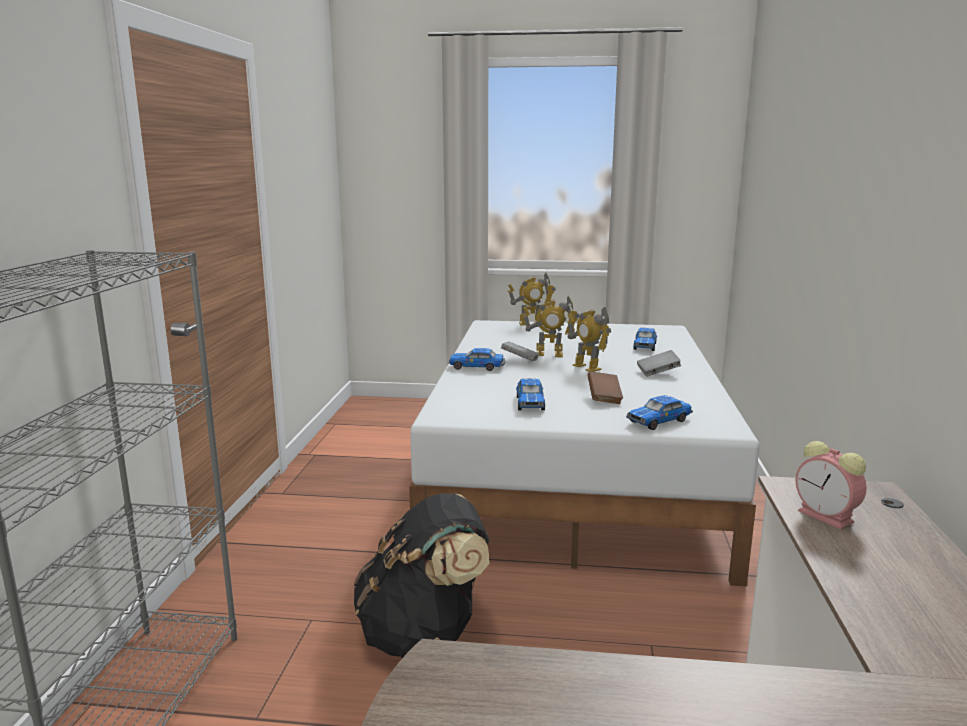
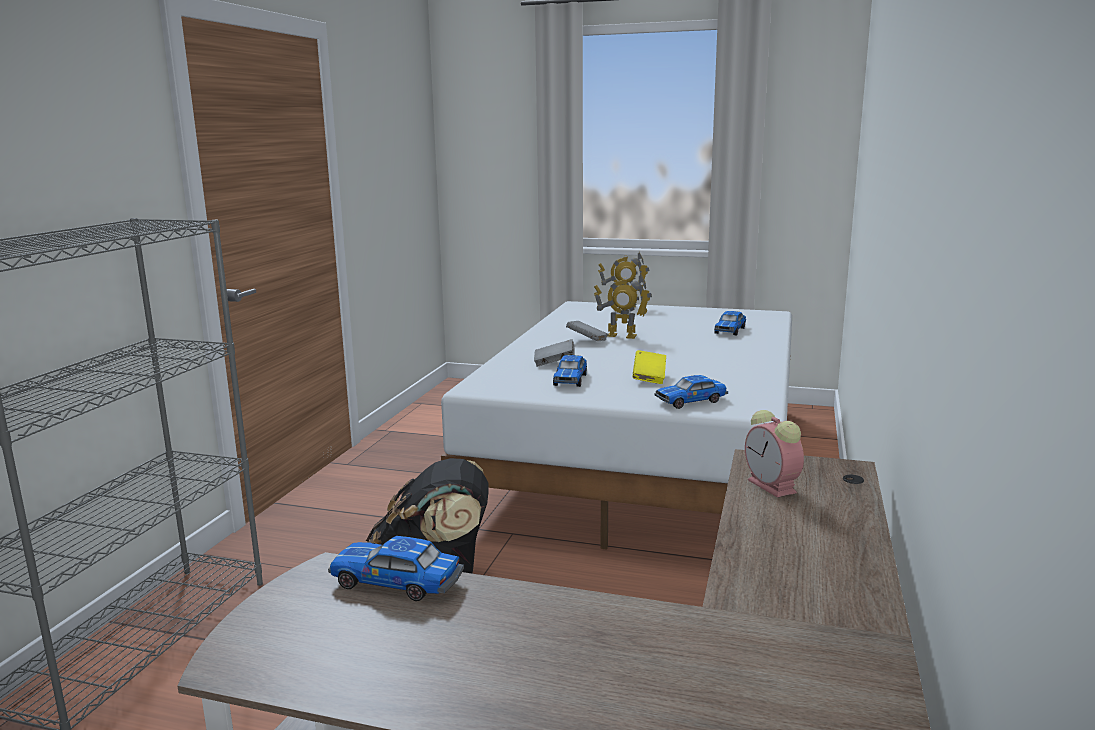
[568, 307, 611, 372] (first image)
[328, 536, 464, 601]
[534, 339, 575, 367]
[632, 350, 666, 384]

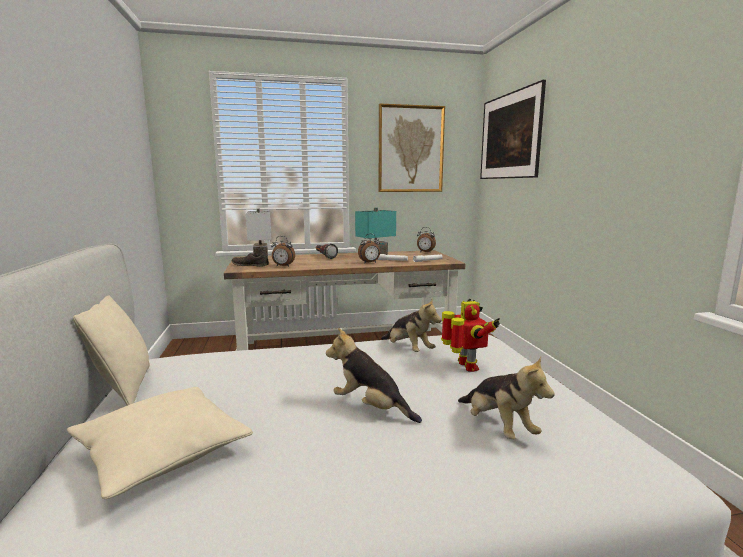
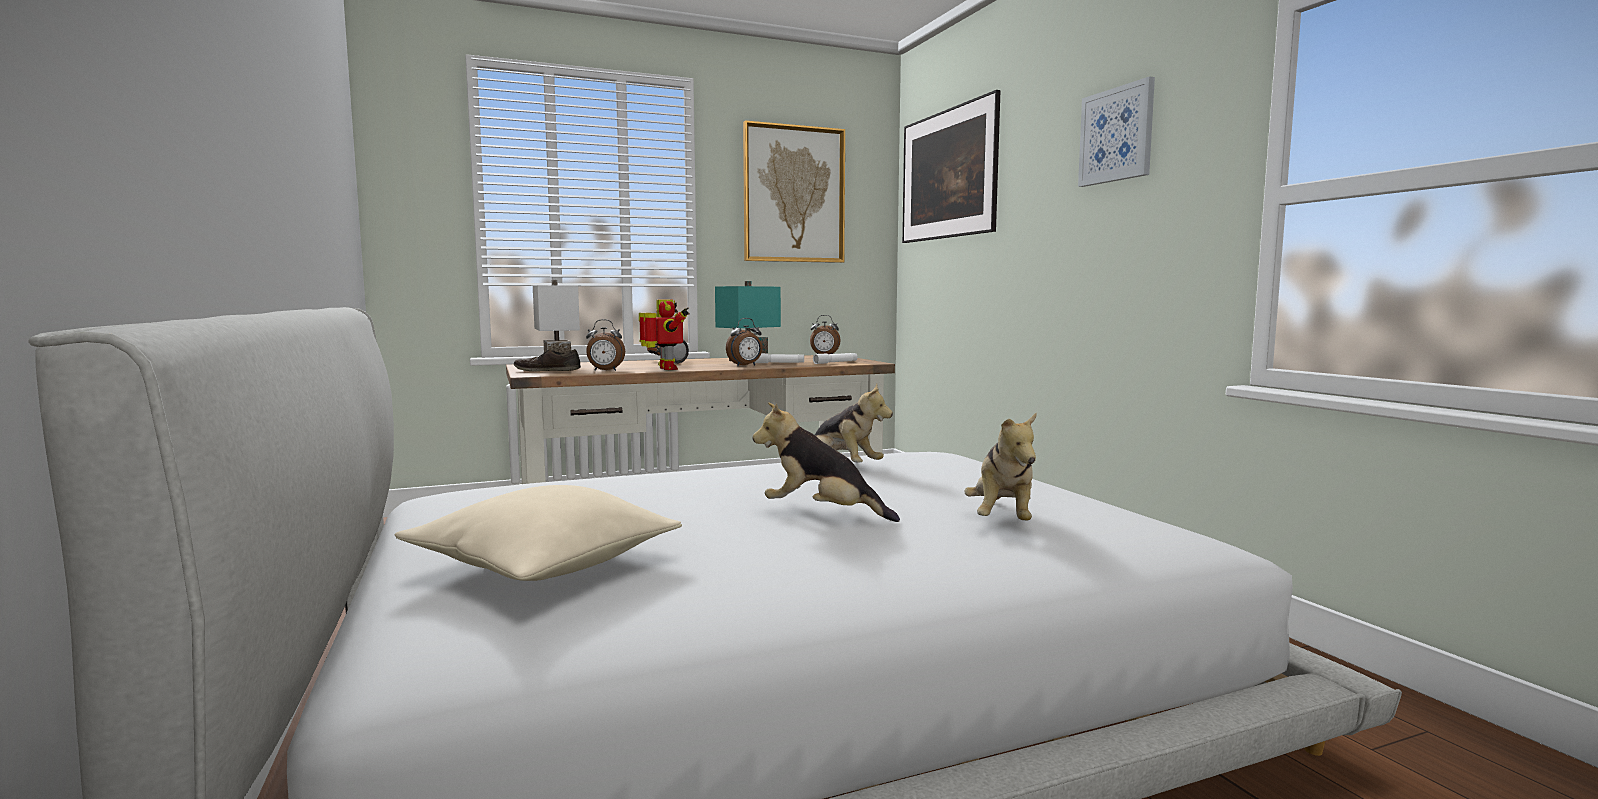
[73, 295, 150, 406] (first image)
[1078, 76, 1155, 187]
[639, 300, 689, 370]
[964, 412, 1037, 521]

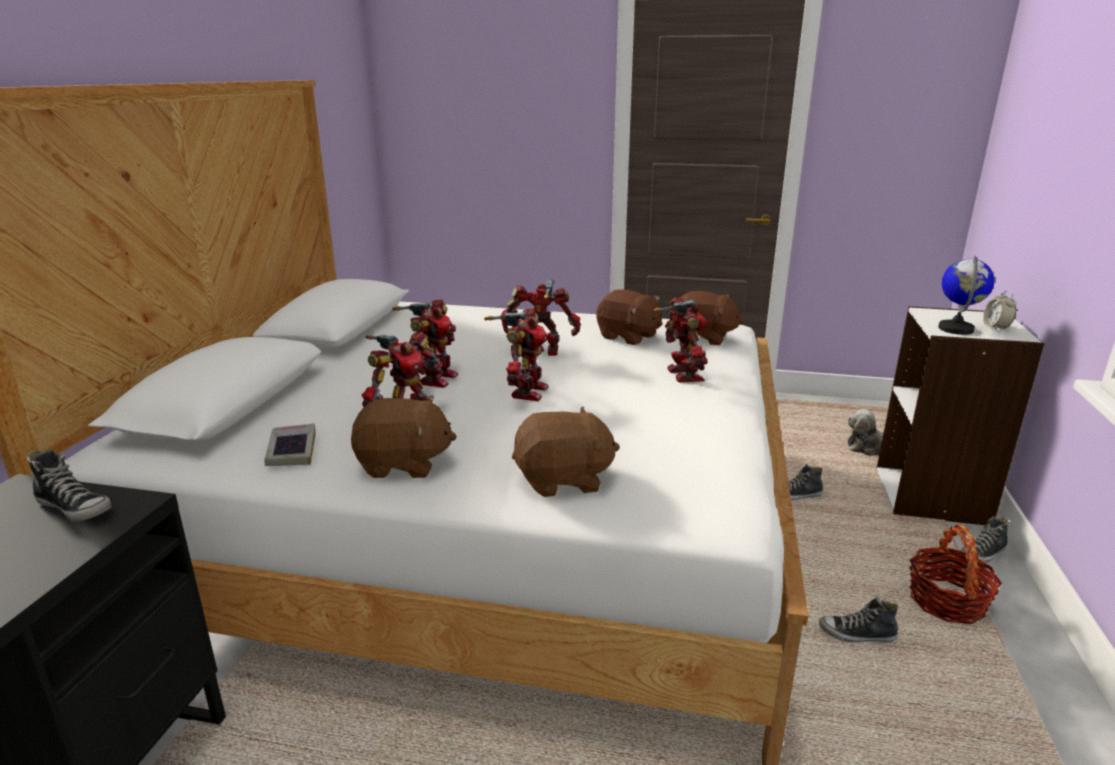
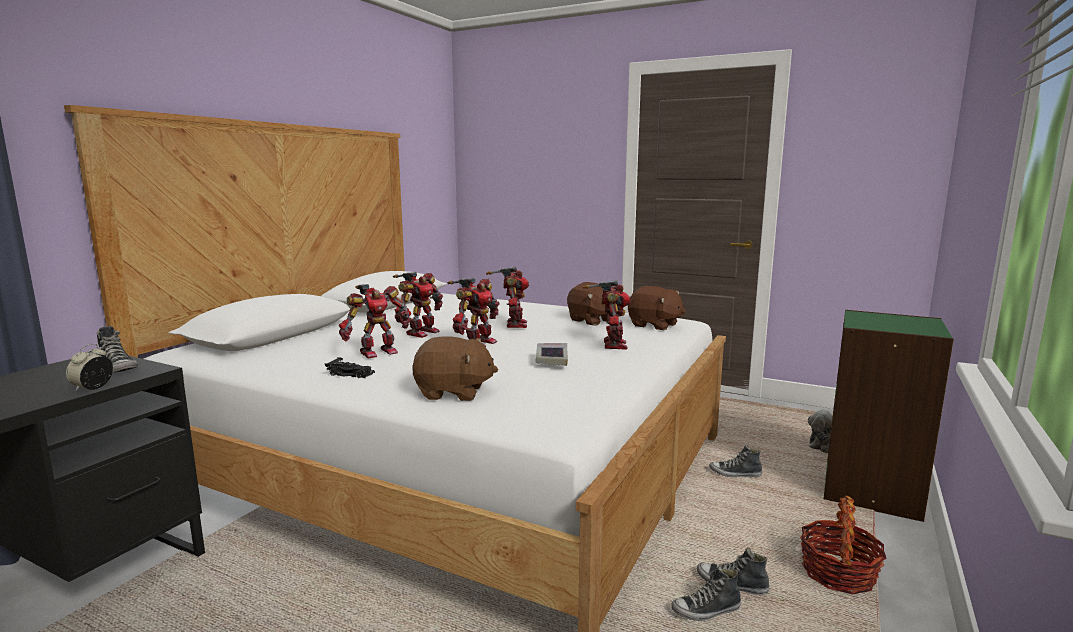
[938, 256, 994, 335] (first image)
[535, 343, 568, 366]
[671, 567, 741, 621]
[66, 344, 113, 391]
[324, 357, 375, 378]
[824, 310, 954, 522]
[486, 266, 529, 328]

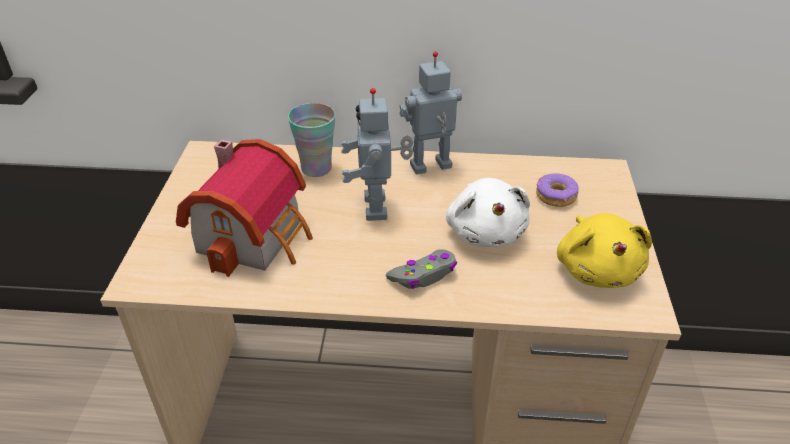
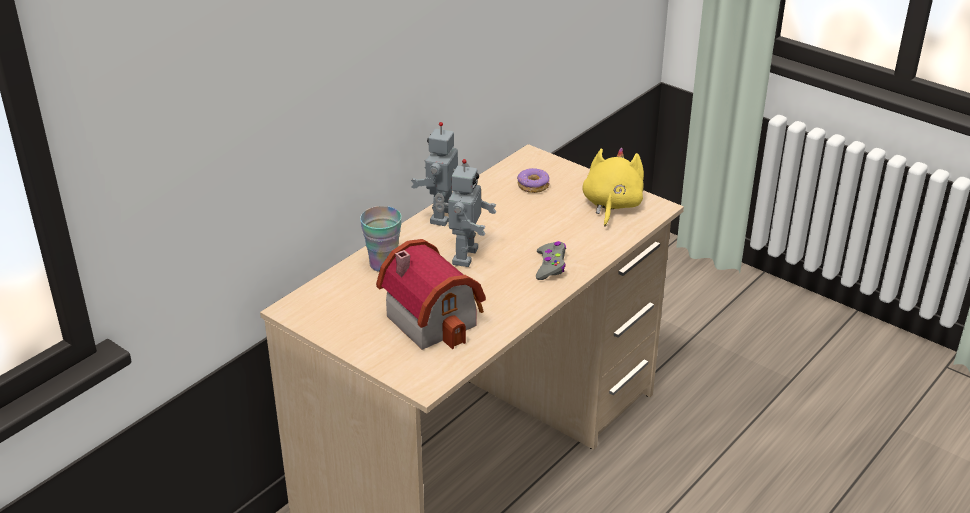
[446, 178, 530, 247] (first image)
[435, 159, 496, 267]
[582, 148, 644, 227]

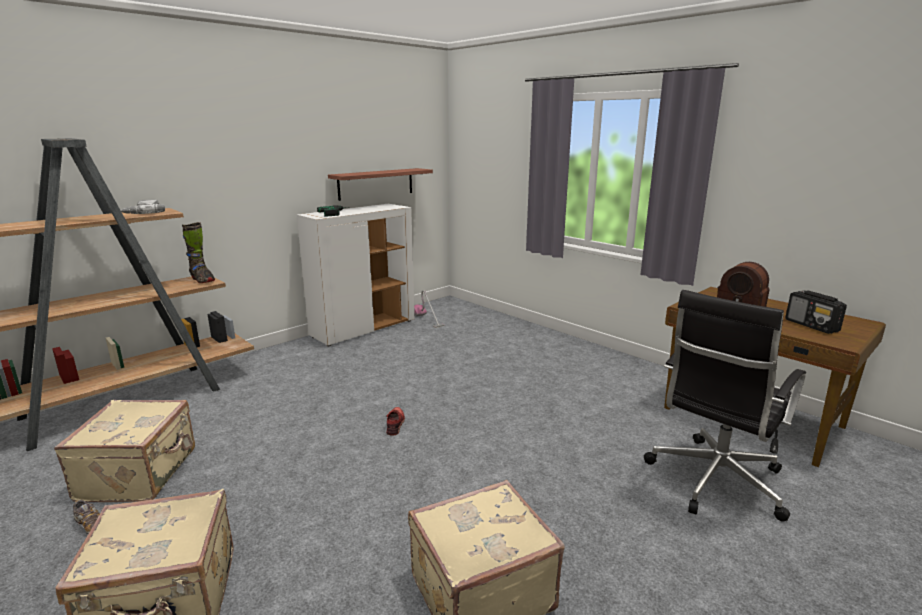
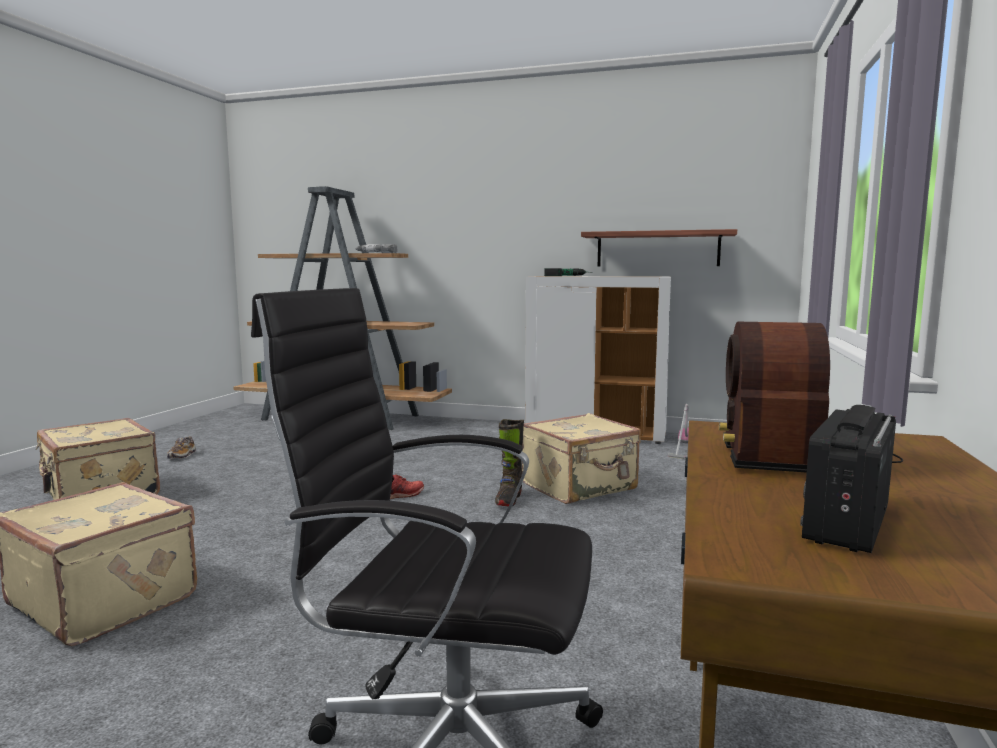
[522, 413, 641, 504]
[495, 419, 524, 506]

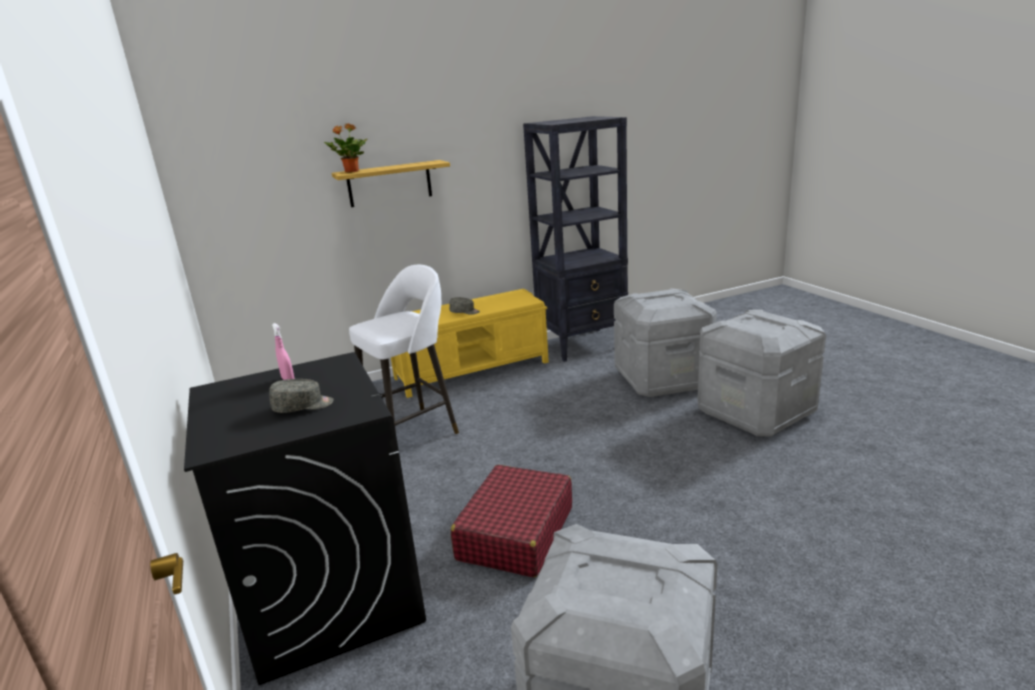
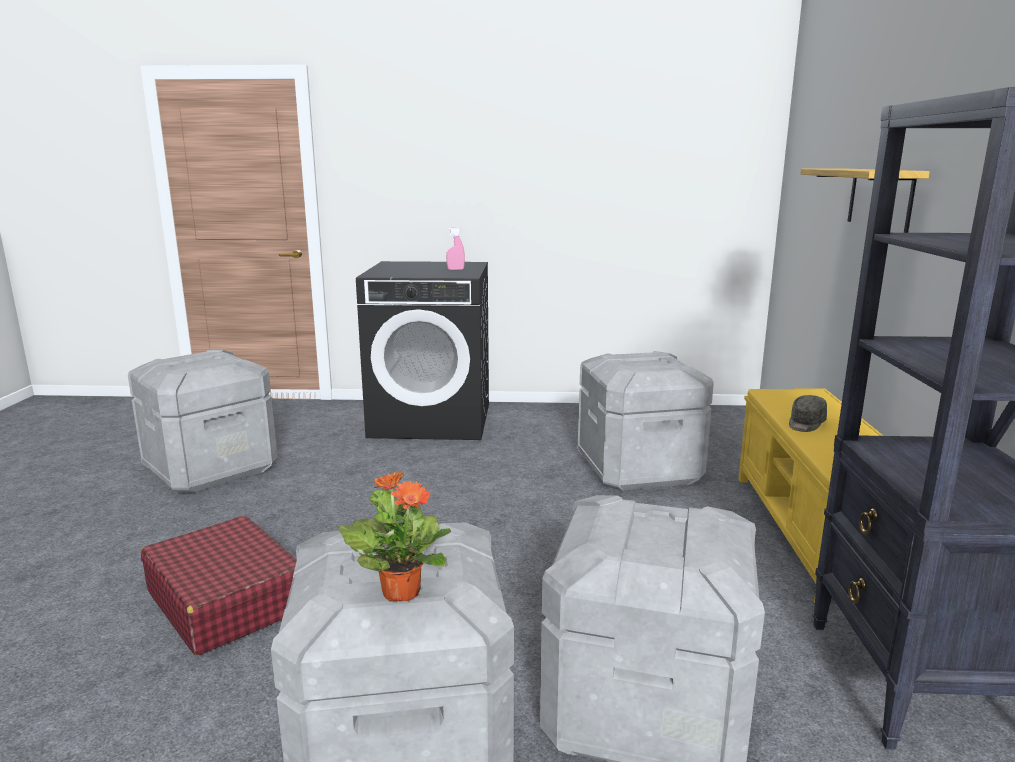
[269, 379, 334, 413] (first image)
[339, 471, 451, 602]
[141, 516, 297, 656]
[578, 351, 714, 491]

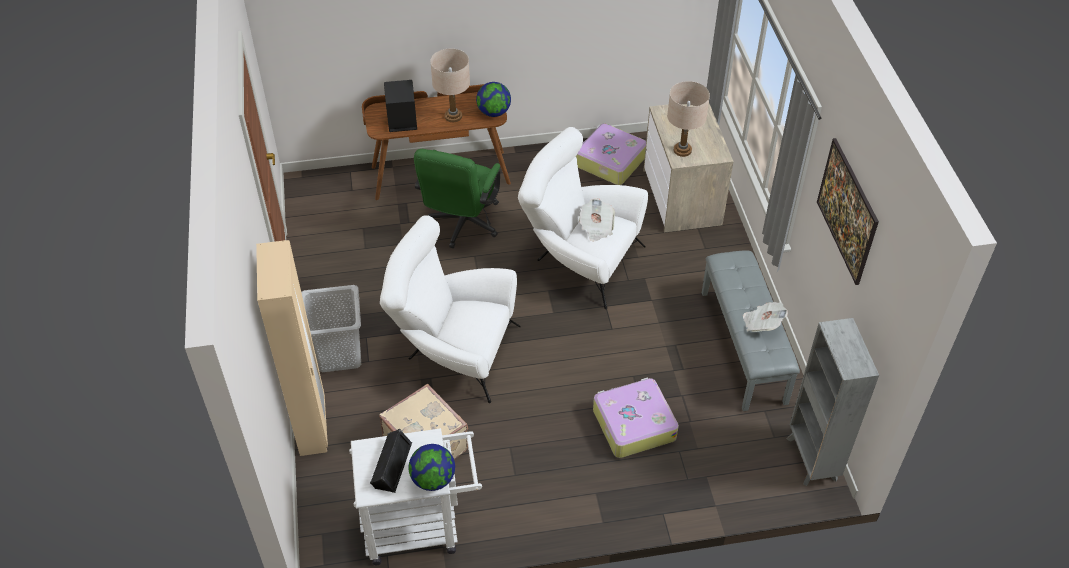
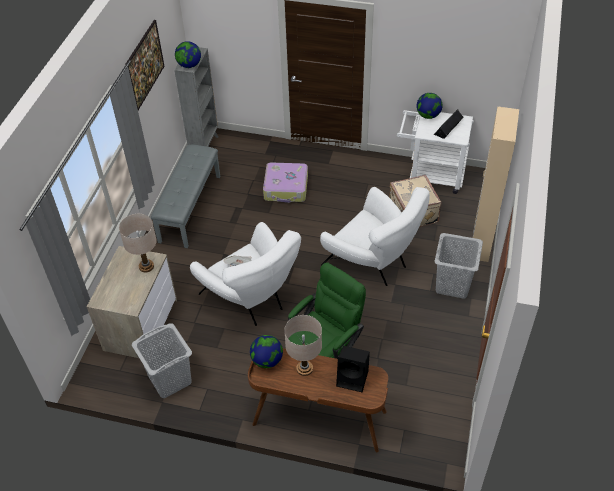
[743, 302, 788, 332] (first image)
[175, 41, 201, 68]
[132, 323, 192, 398]

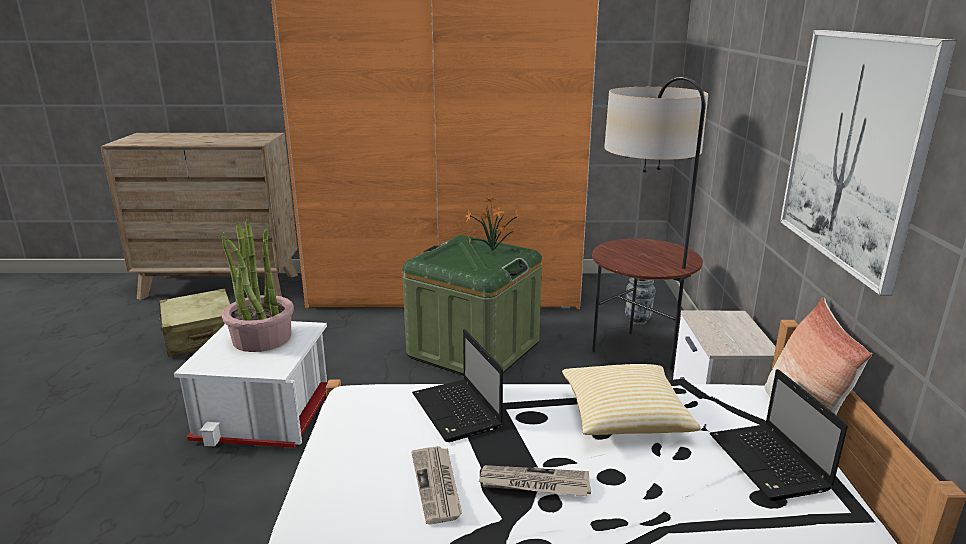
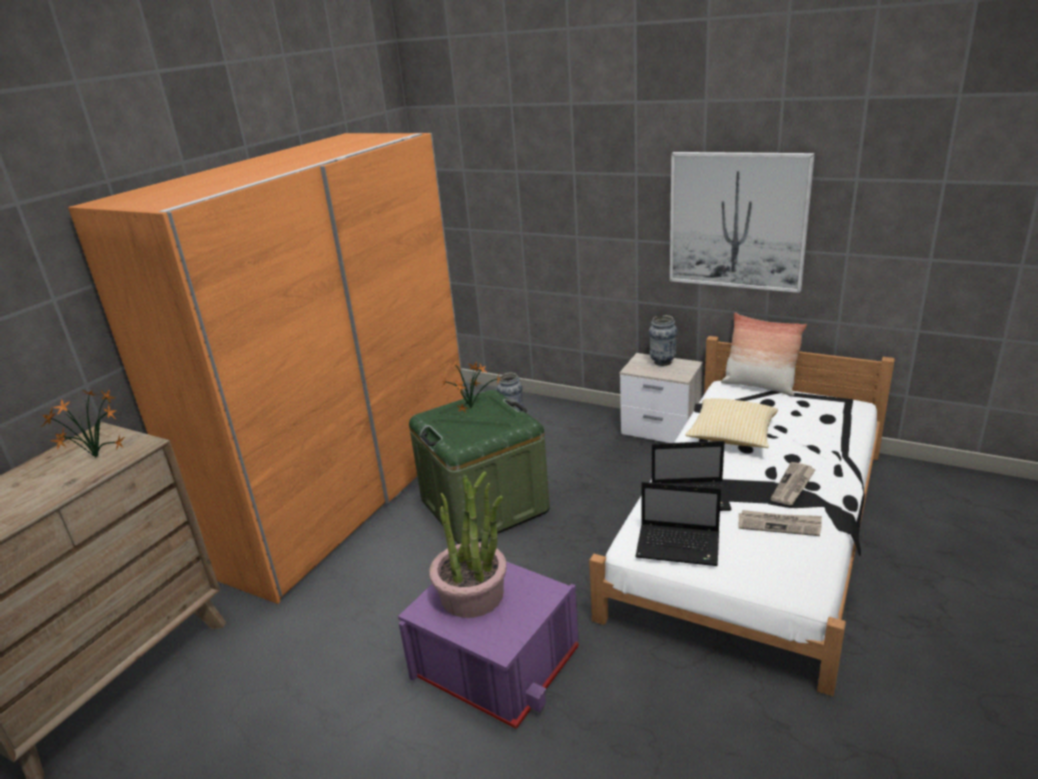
[159, 289, 230, 357] (first image)
[592, 76, 708, 370] (first image)
[41, 389, 125, 458]
[649, 315, 678, 366]
[635, 482, 721, 566]
[398, 561, 579, 729]

